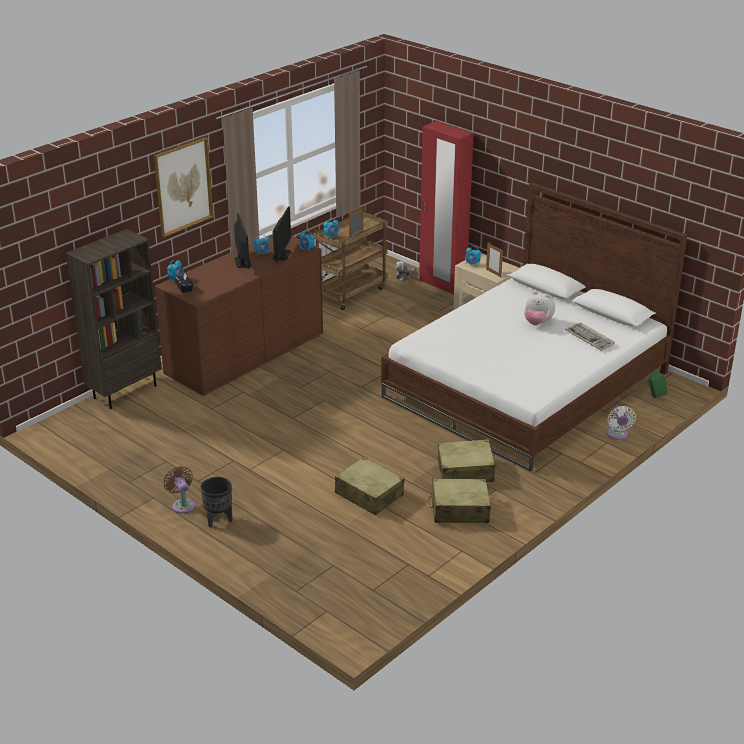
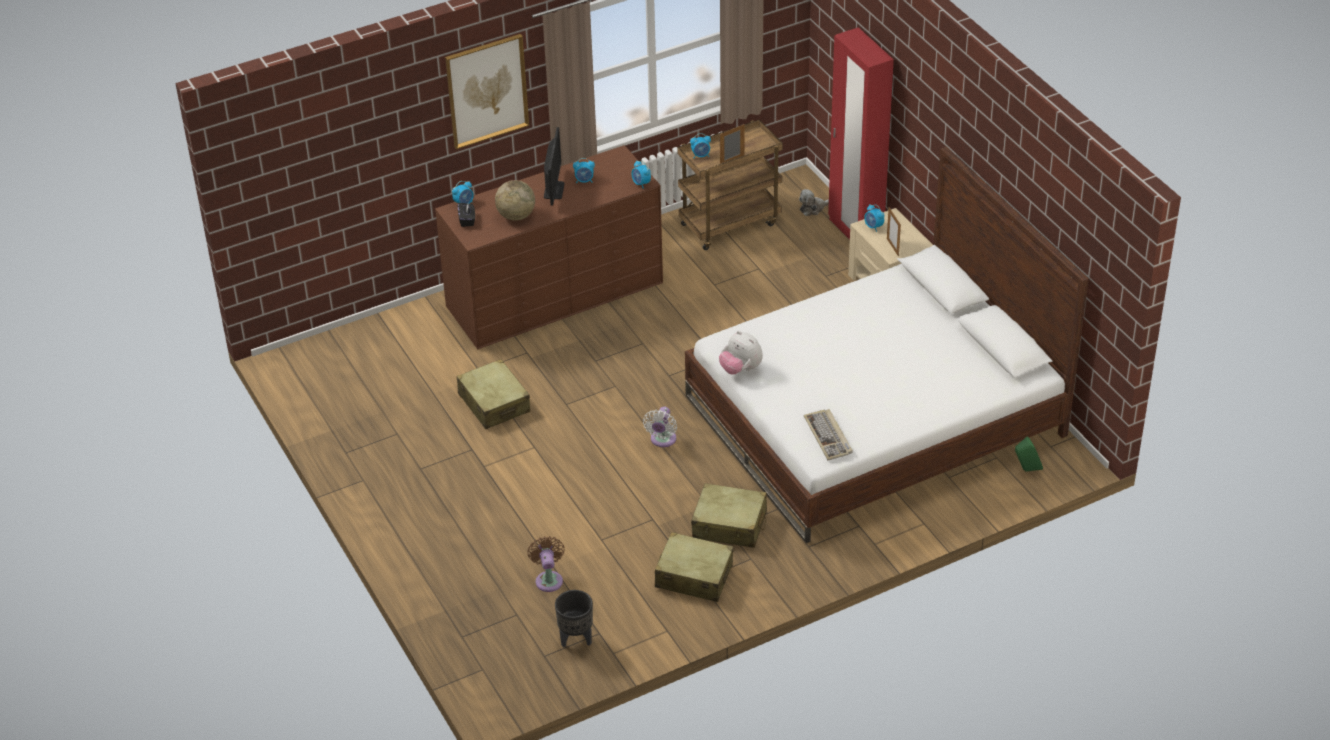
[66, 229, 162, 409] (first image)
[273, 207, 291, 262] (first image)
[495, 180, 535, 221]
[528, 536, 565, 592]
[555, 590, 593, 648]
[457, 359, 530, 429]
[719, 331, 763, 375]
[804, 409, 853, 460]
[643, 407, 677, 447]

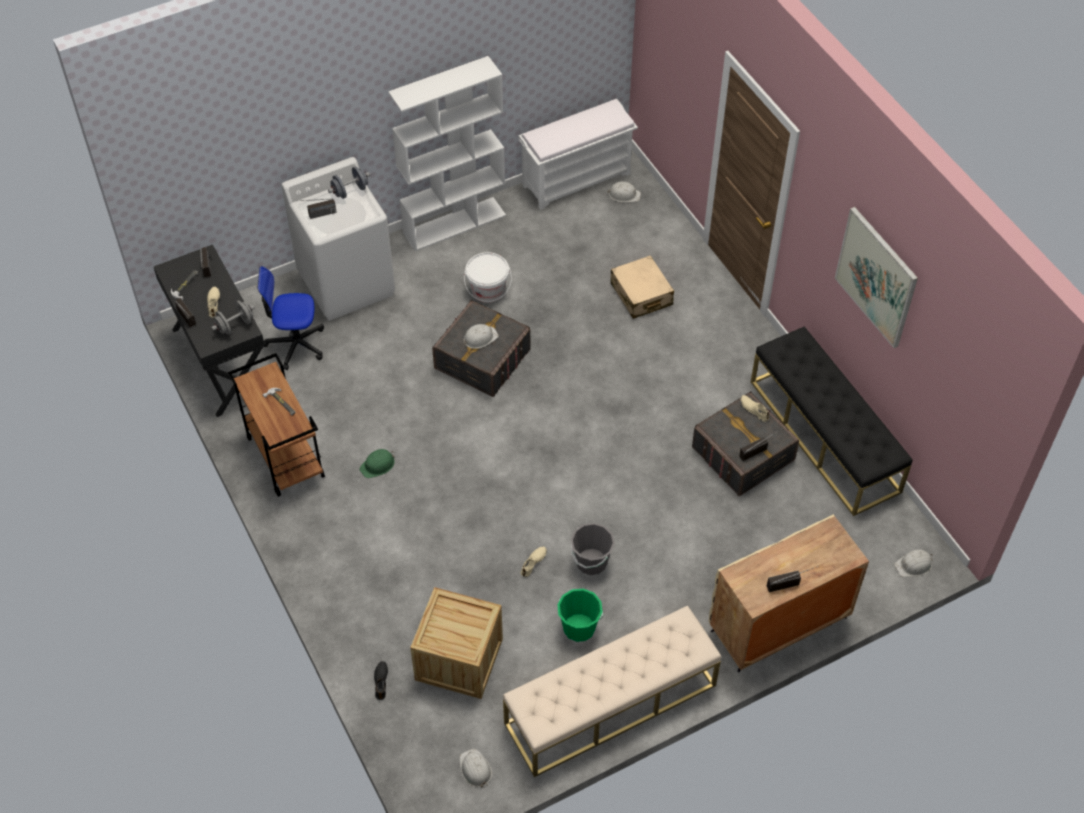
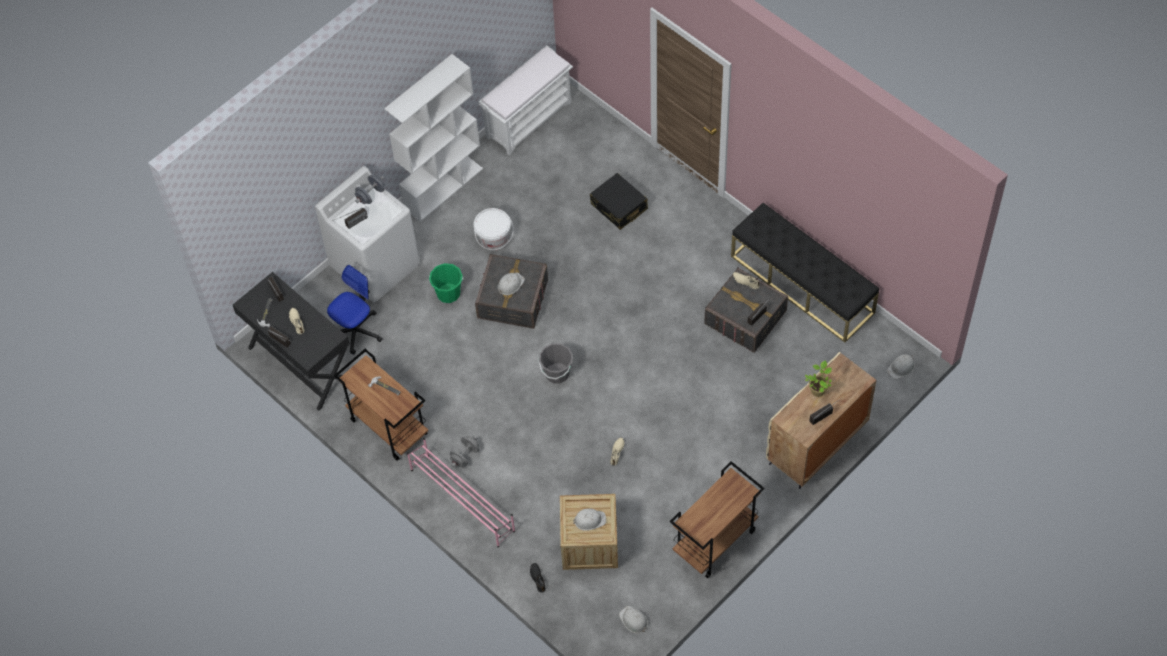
[359, 449, 395, 478] (first image)
[835, 207, 918, 348] (first image)
[407, 438, 515, 547]
[805, 361, 832, 397]
[450, 436, 479, 467]
[429, 263, 464, 303]
[539, 343, 573, 384]
[573, 508, 606, 531]
[670, 461, 764, 578]
[590, 173, 648, 230]
[327, 265, 383, 355]

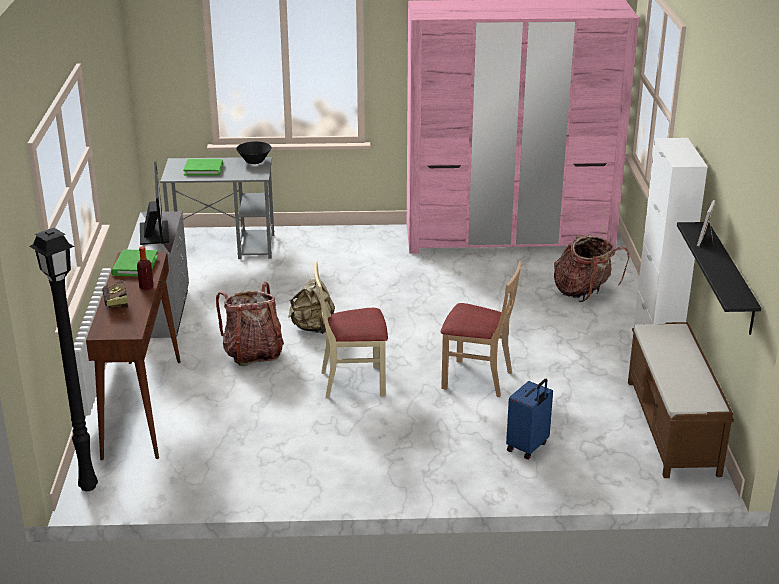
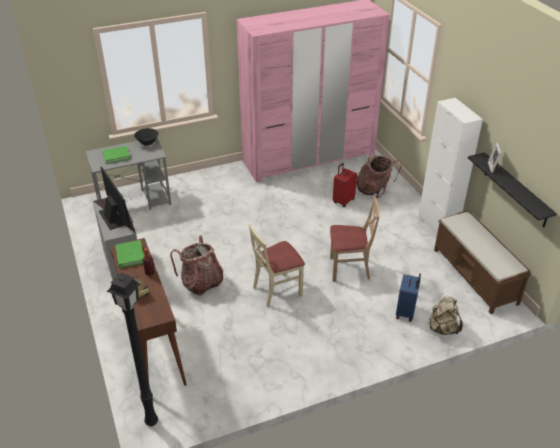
[333, 163, 357, 207]
[428, 296, 463, 335]

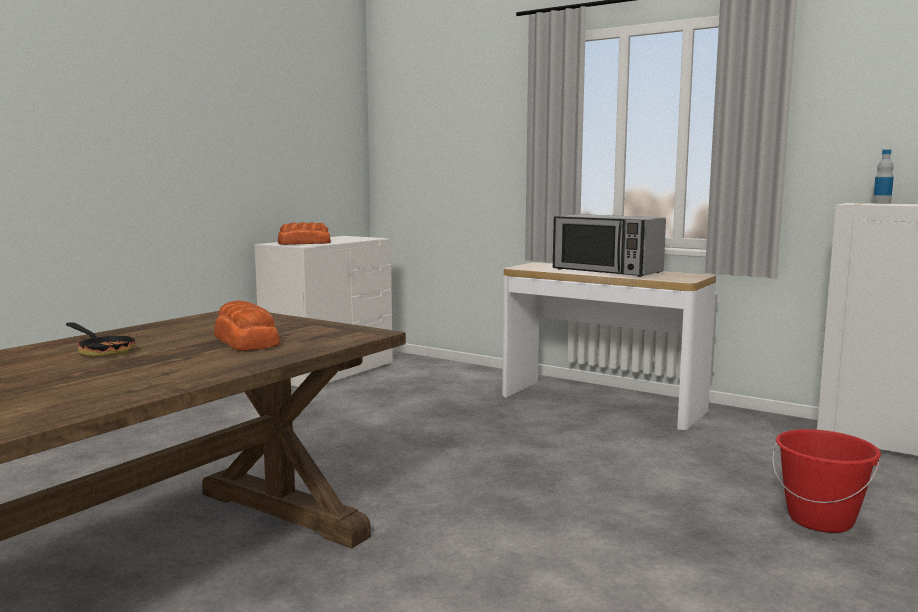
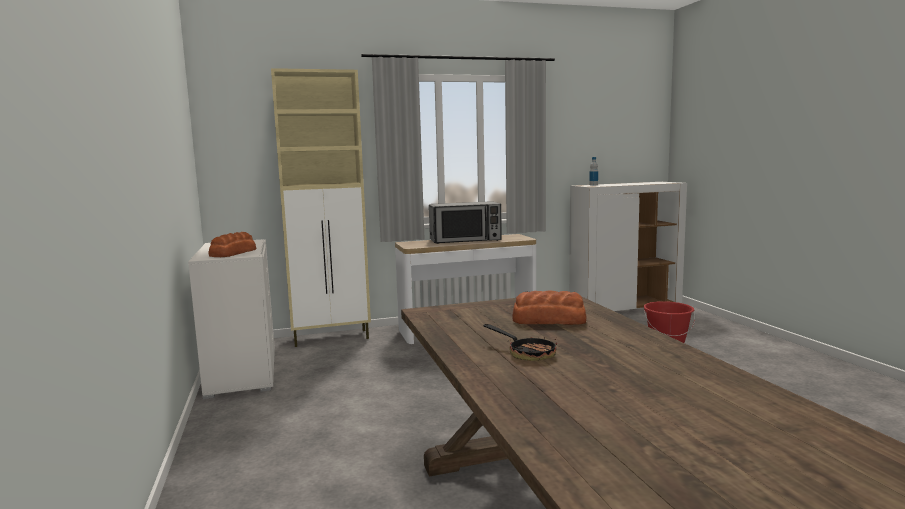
[271, 68, 371, 347]
[483, 324, 557, 361]

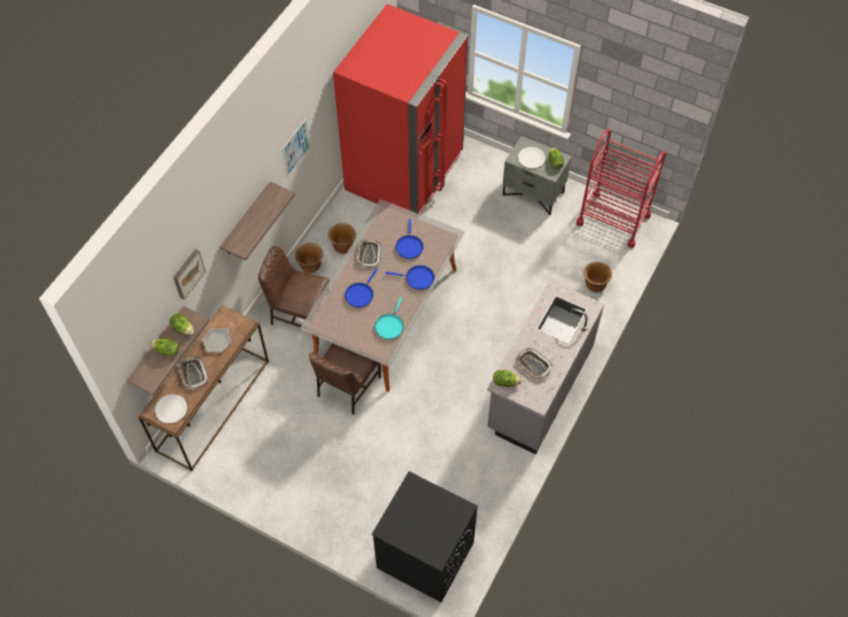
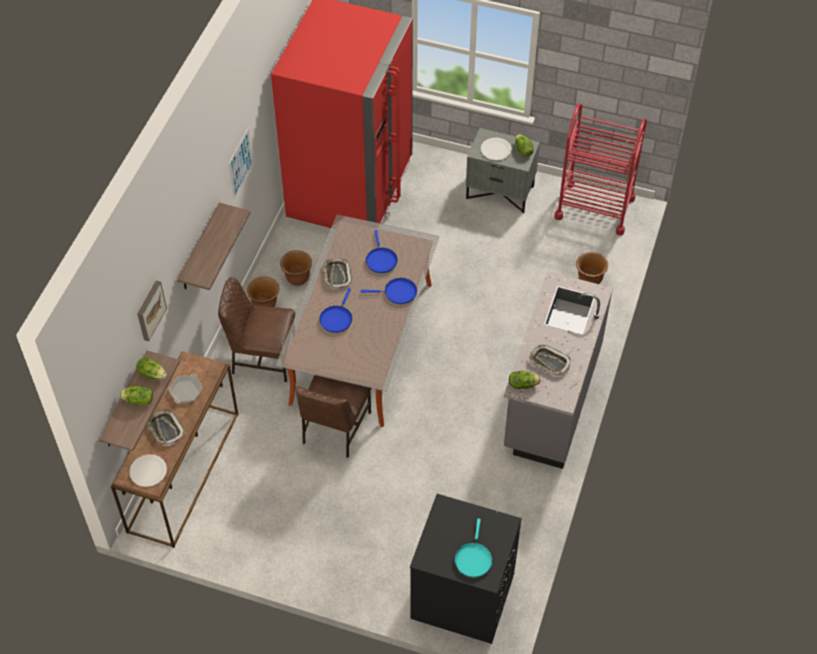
[454, 519, 493, 577]

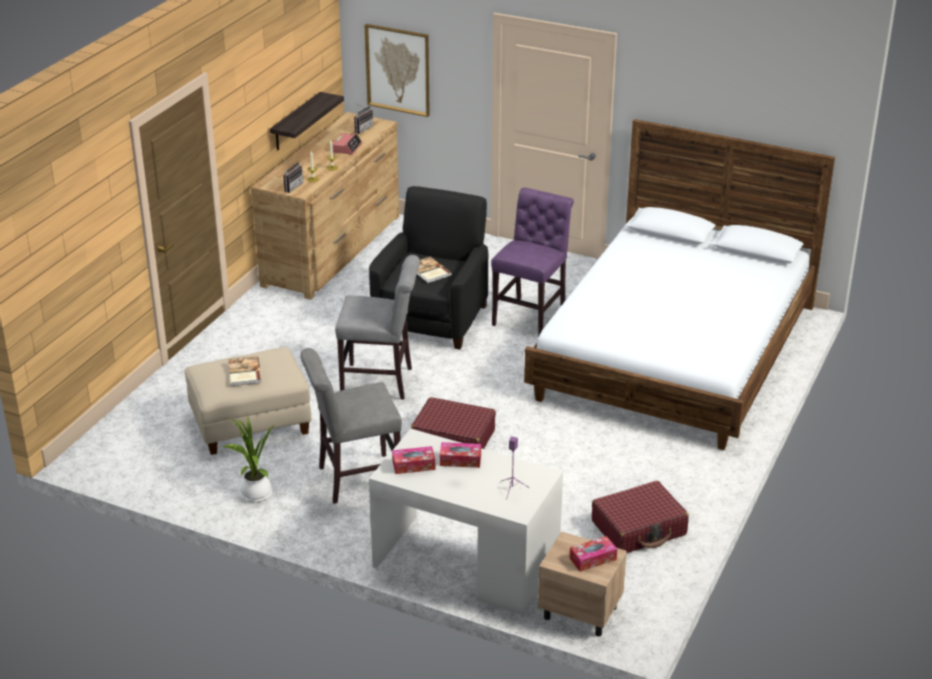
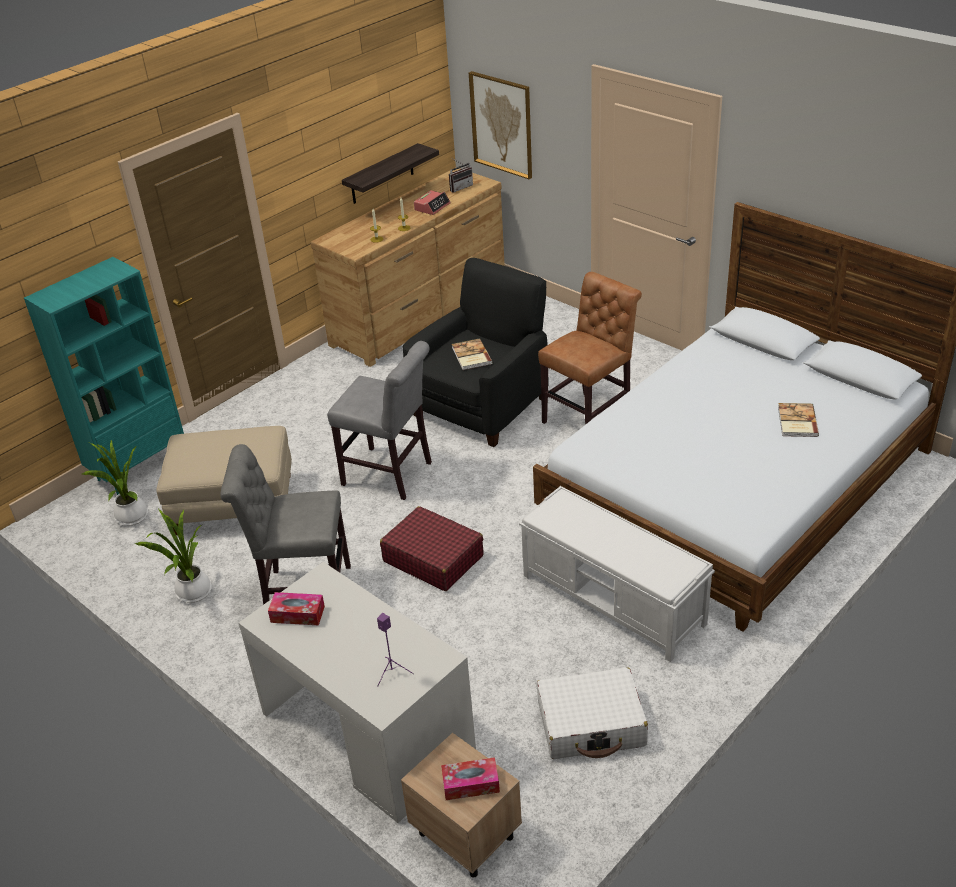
[283, 160, 303, 193] (first image)
[440, 442, 481, 468] (first image)
[24, 257, 184, 495]
[82, 440, 148, 526]
[519, 486, 715, 662]
[778, 403, 819, 437]
[538, 272, 642, 425]
[537, 667, 648, 759]

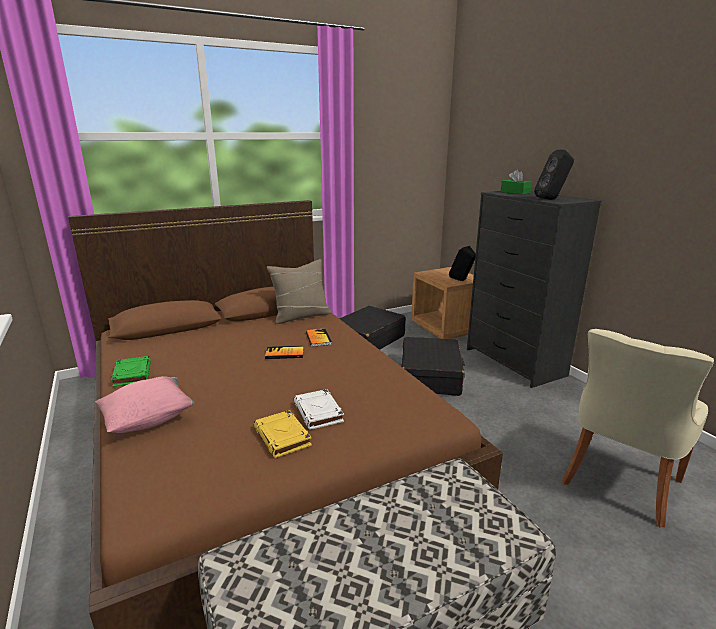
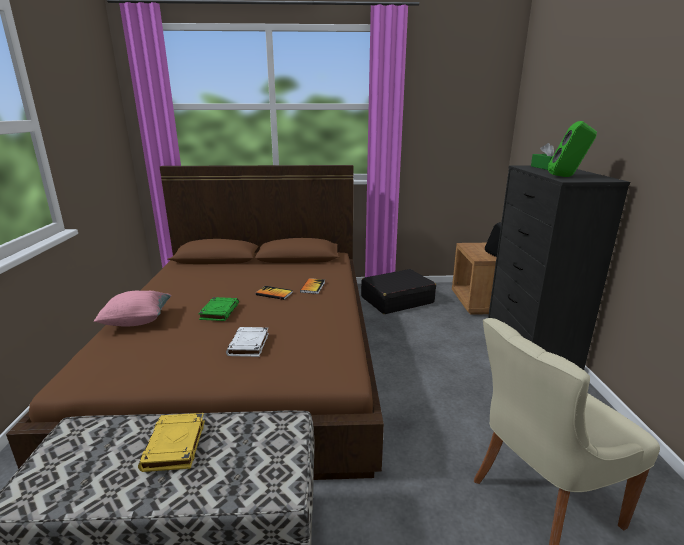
[267, 259, 331, 324] (first image)
[401, 337, 465, 396] (first image)
[198, 297, 239, 321]
[138, 413, 205, 472]
[548, 121, 597, 177]

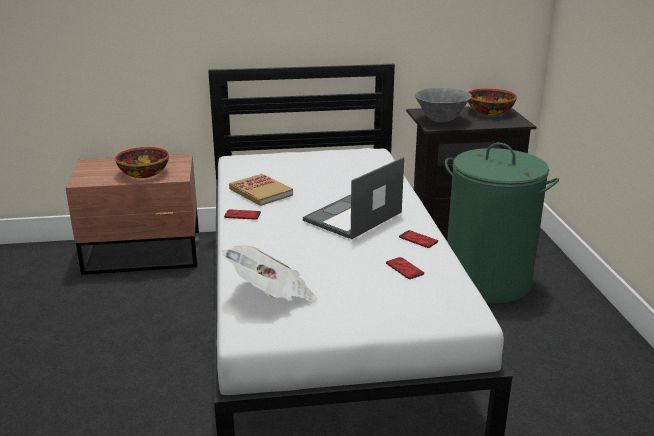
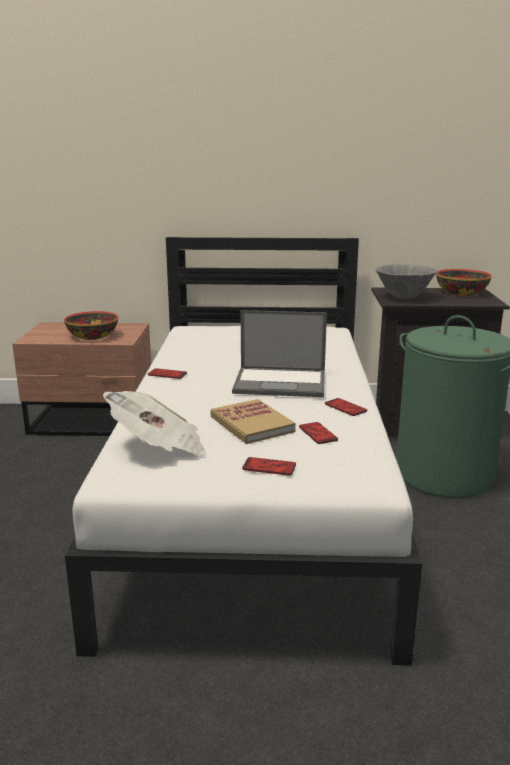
[242, 457, 296, 476]
[211, 399, 296, 444]
[232, 310, 327, 397]

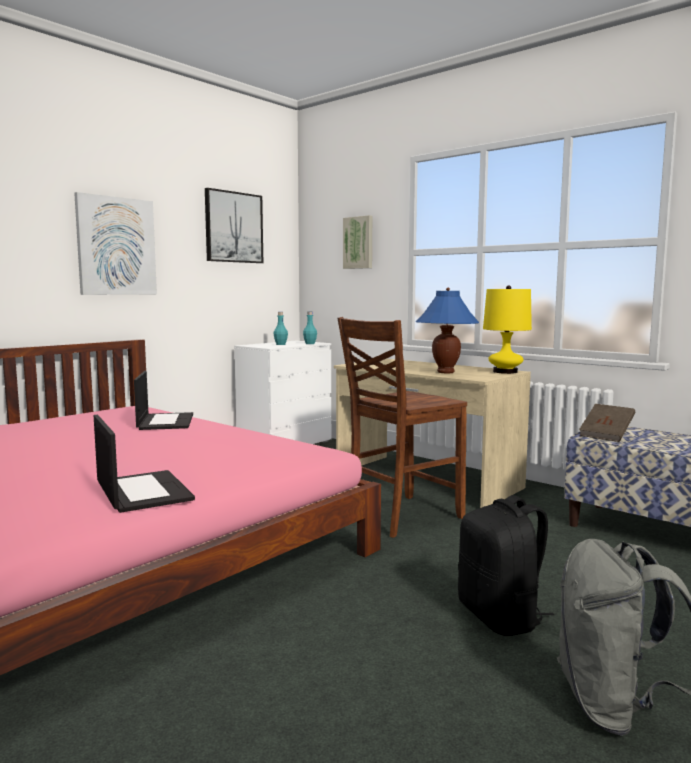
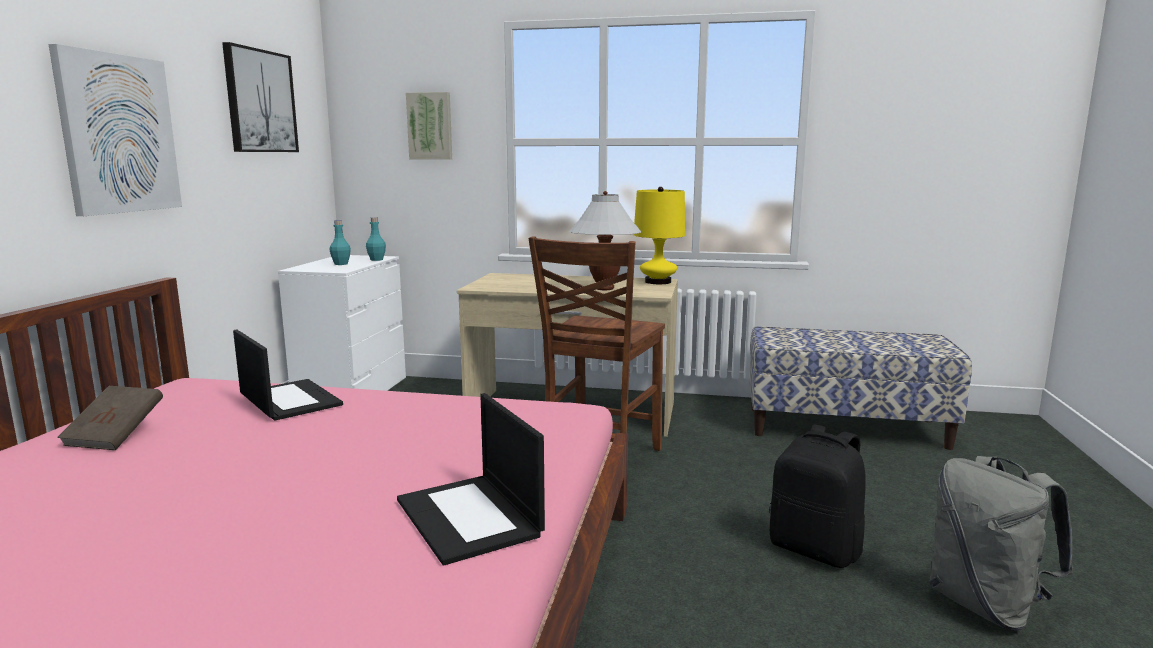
[57, 386, 163, 450]
[569, 191, 641, 290]
[397, 393, 545, 566]

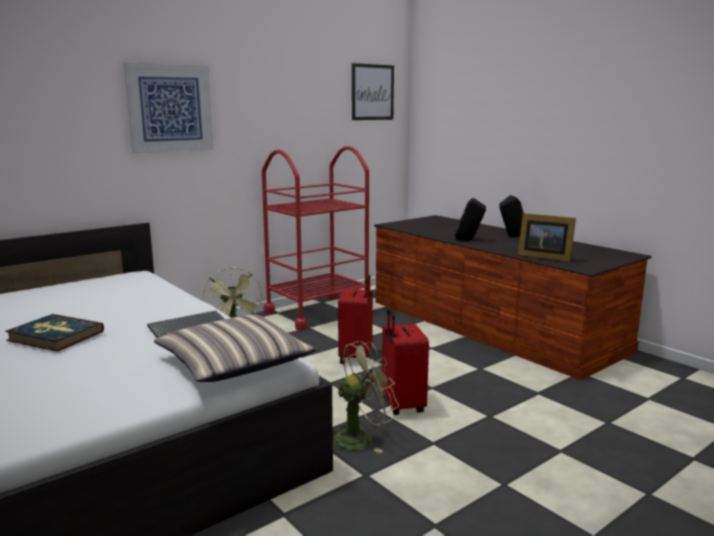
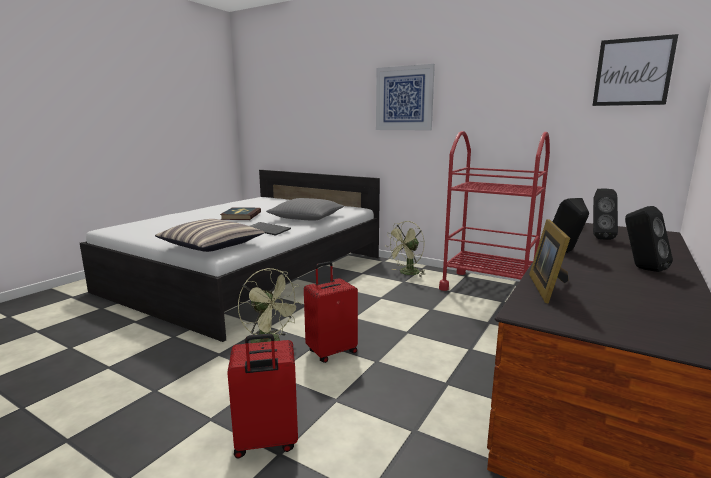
[266, 198, 344, 221]
[593, 189, 618, 240]
[227, 334, 298, 458]

